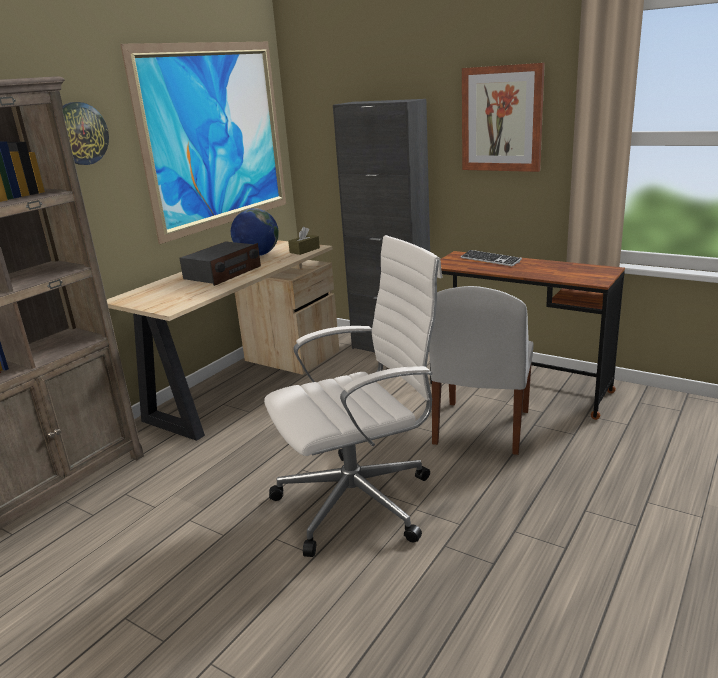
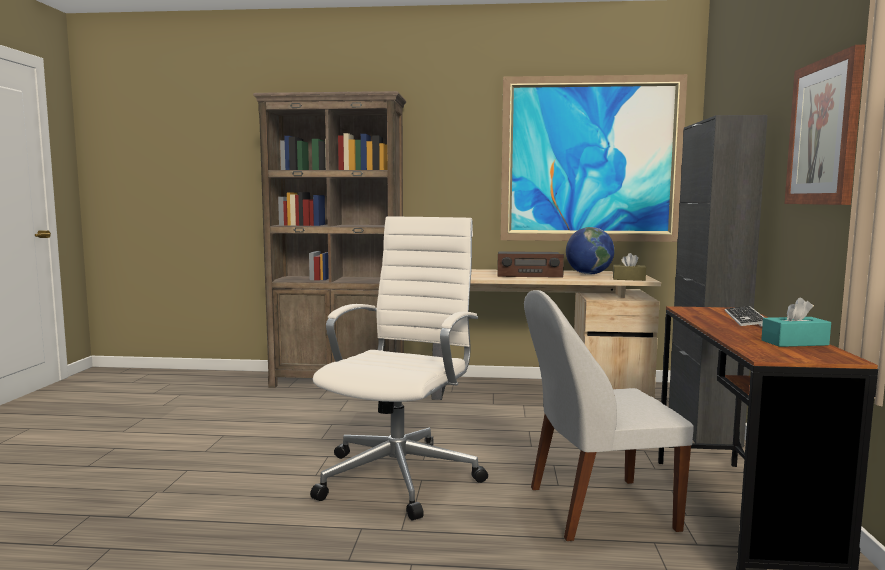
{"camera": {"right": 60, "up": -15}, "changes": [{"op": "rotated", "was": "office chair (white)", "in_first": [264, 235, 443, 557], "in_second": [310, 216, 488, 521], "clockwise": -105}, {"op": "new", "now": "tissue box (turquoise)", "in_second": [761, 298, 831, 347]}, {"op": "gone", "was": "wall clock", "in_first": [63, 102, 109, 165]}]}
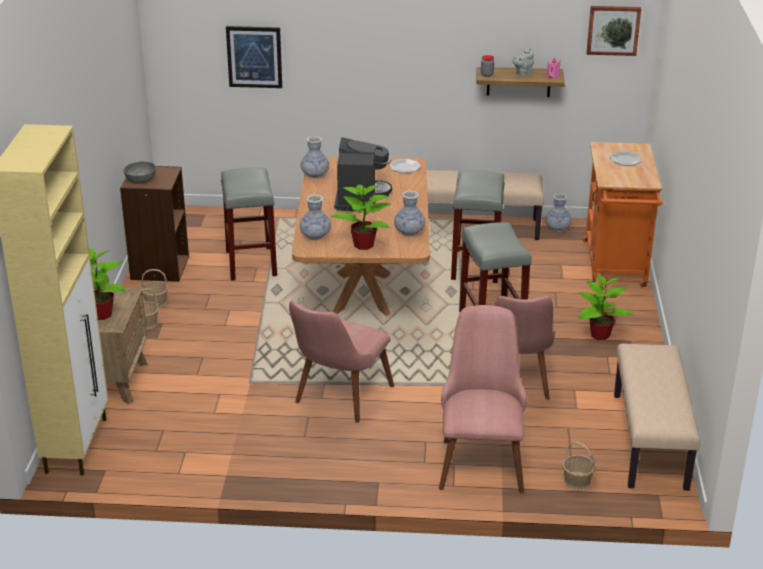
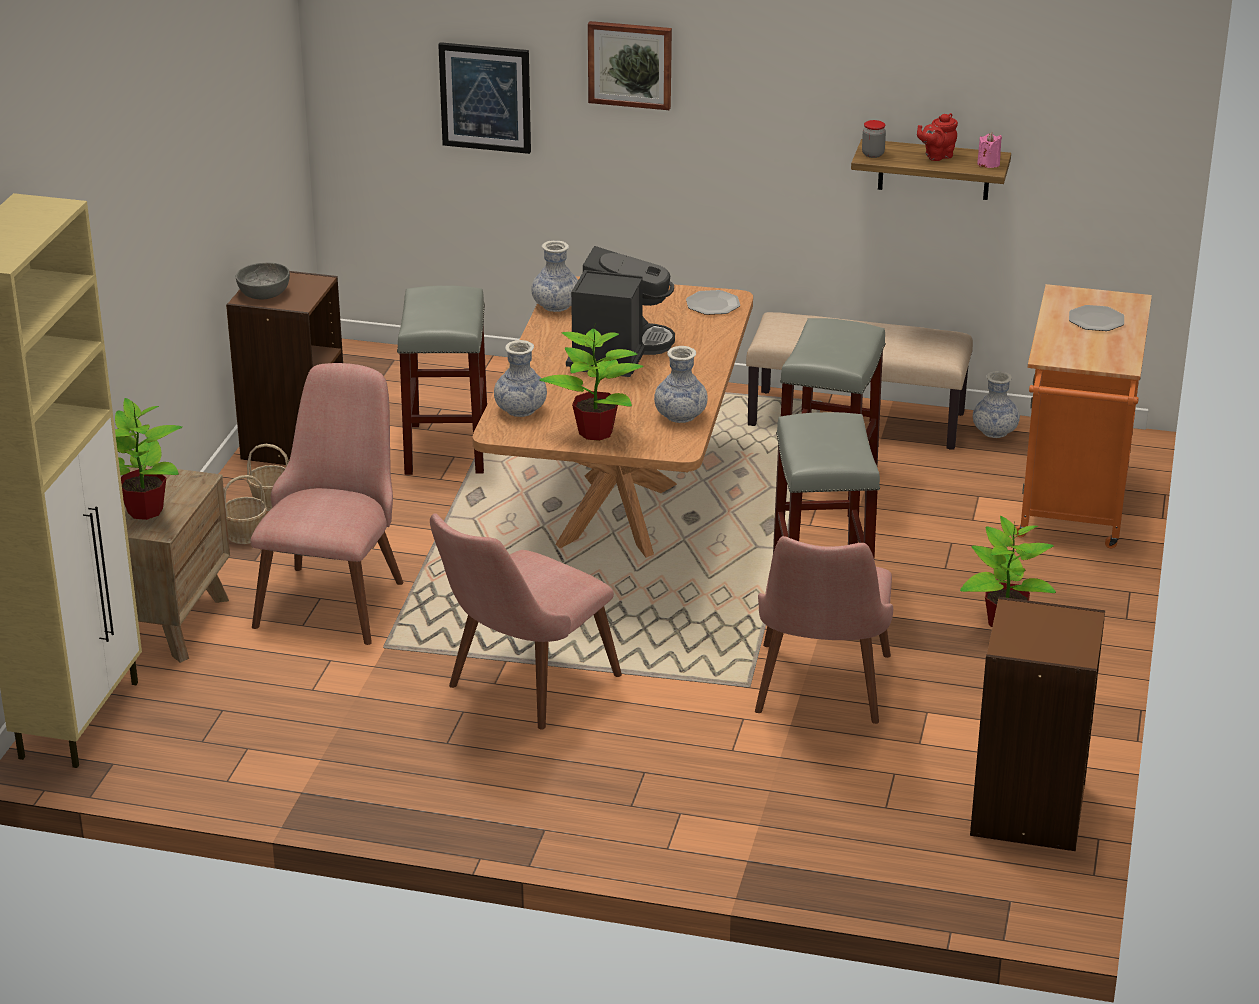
{"camera": {"right": 10, "up": 0}, "changes": [{"op": "shifted", "was": "chair (pink)", "in_first": [439, 305, 527, 494], "in_second": [250, 363, 403, 645]}, {"op": "shifted", "was": "picture", "in_first": [586, 6, 641, 56], "in_second": [588, 21, 672, 110]}, {"op": "repainted", "was": "teapot (grey)", "now": "teapot (red)", "in_first": [513, 49, 534, 76], "in_second": [917, 113, 958, 161]}, {"op": "swapped", "was": "bench (beige)", "now": "bookcase (brown)", "in_first": [614, 343, 700, 491], "in_second": [970, 597, 1105, 851]}, {"op": "gone", "was": "basket", "in_first": [563, 442, 595, 491]}]}
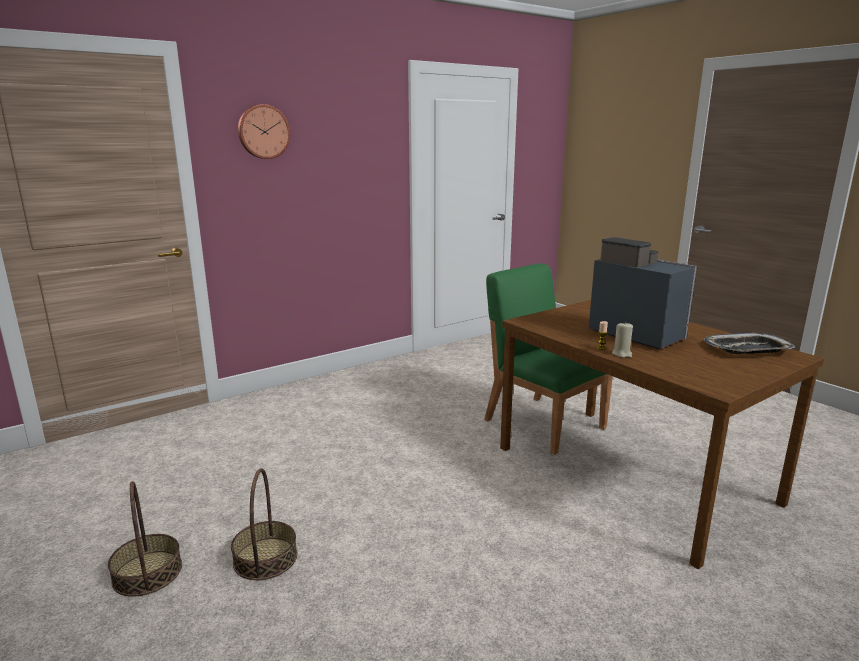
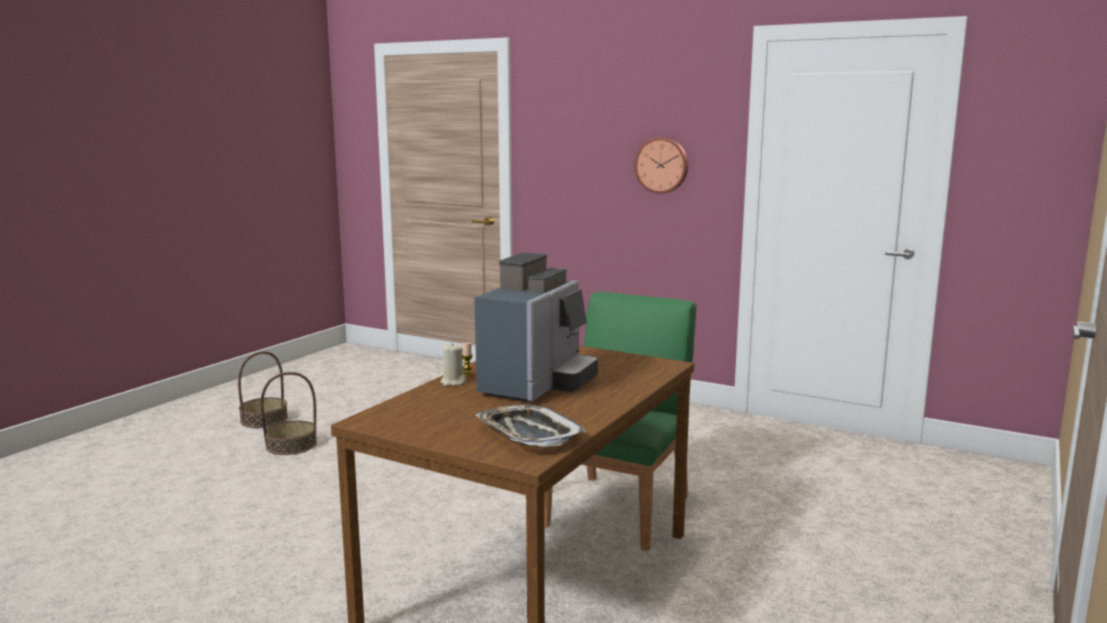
{"camera": {"right": 65, "up": -5}, "changes": [{"op": "shifted", "was": "wall clock", "in_first": [238, 104, 290, 159], "in_second": [634, 137, 688, 194]}]}
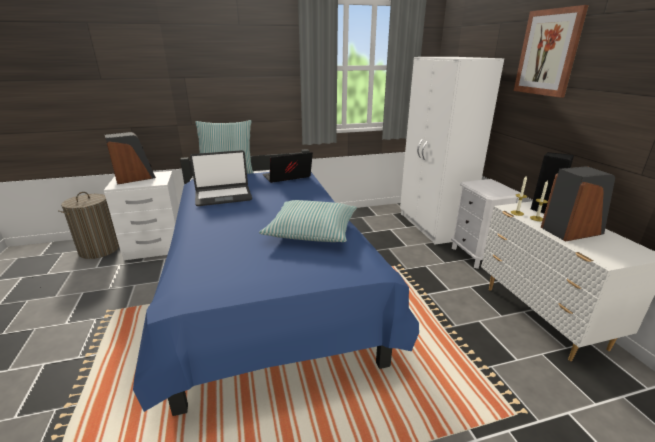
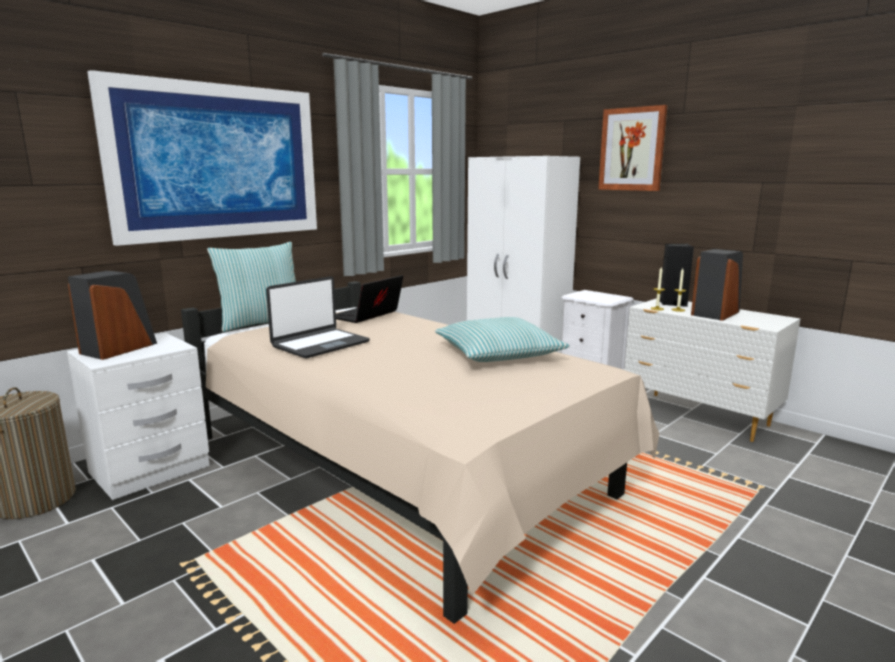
{"camera": {"right": -30, "up": -10}, "changes": [{"op": "new", "now": "picture", "in_second": [87, 70, 317, 246]}, {"op": "repainted", "was": "bed (blue)", "now": "bed (beige)", "in_first": [133, 149, 419, 416], "in_second": [181, 281, 659, 624]}]}
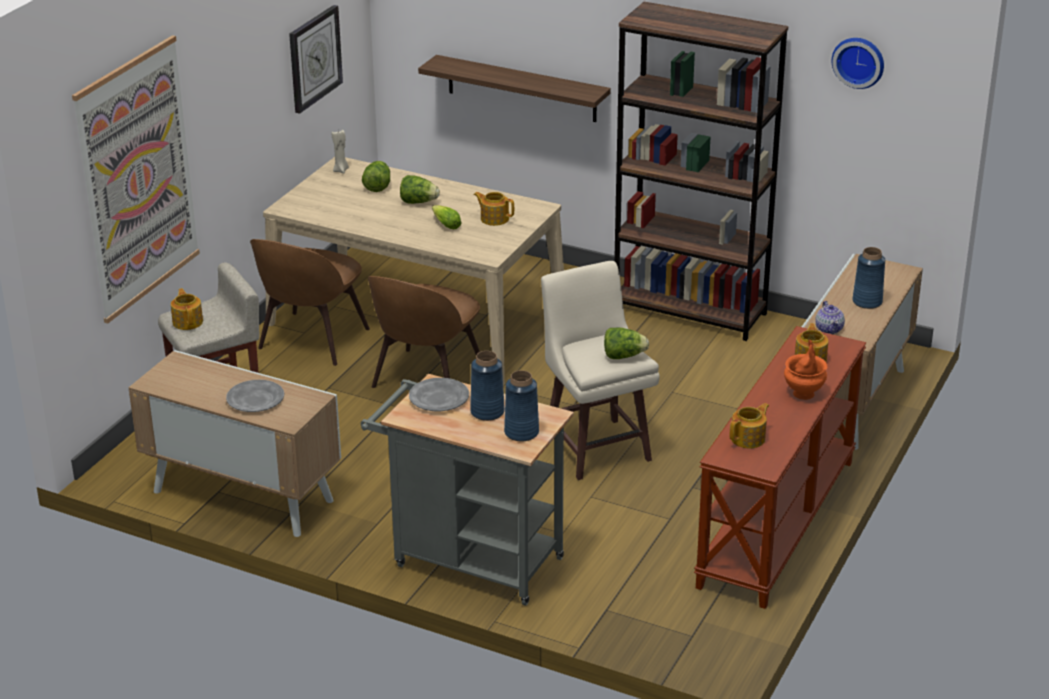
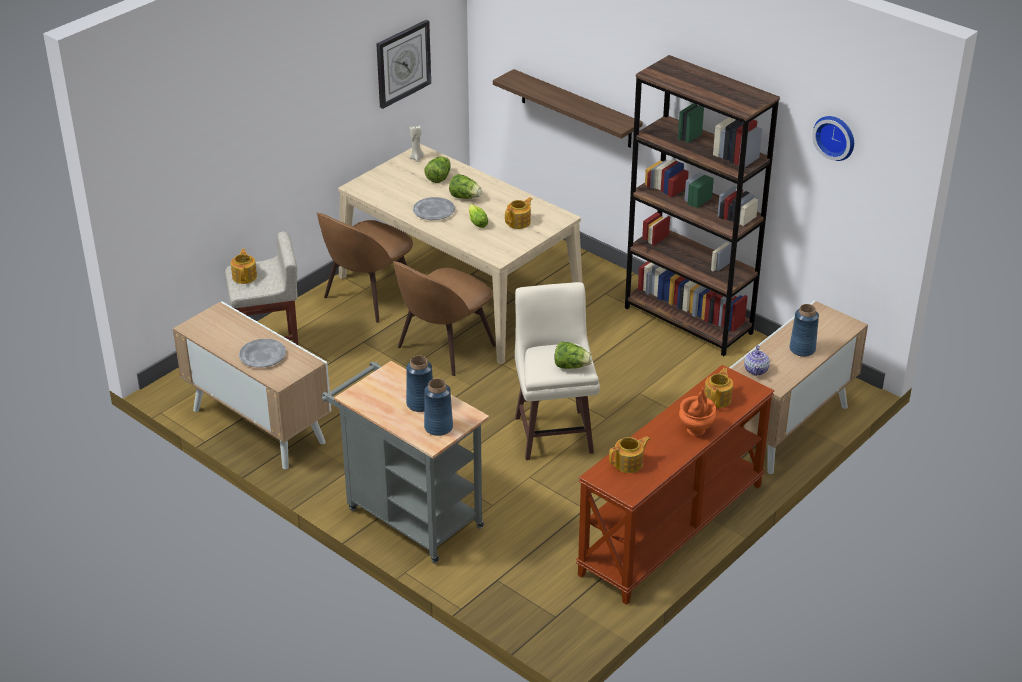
{"camera": {"right": 15, "up": 5}, "changes": [{"op": "shifted", "was": "plate (grey)", "in_first": [409, 378, 469, 411], "in_second": [413, 197, 455, 220]}, {"op": "rotated", "was": "teapot", "in_first": [474, 192, 514, 226], "in_second": [505, 197, 532, 229], "clockwise": 90}, {"op": "gone", "was": "picture", "in_first": [72, 35, 200, 323]}]}
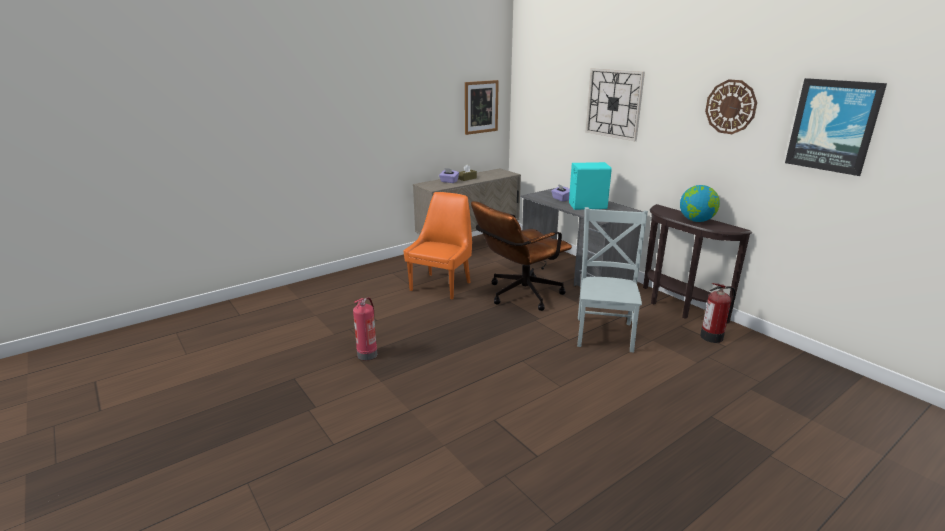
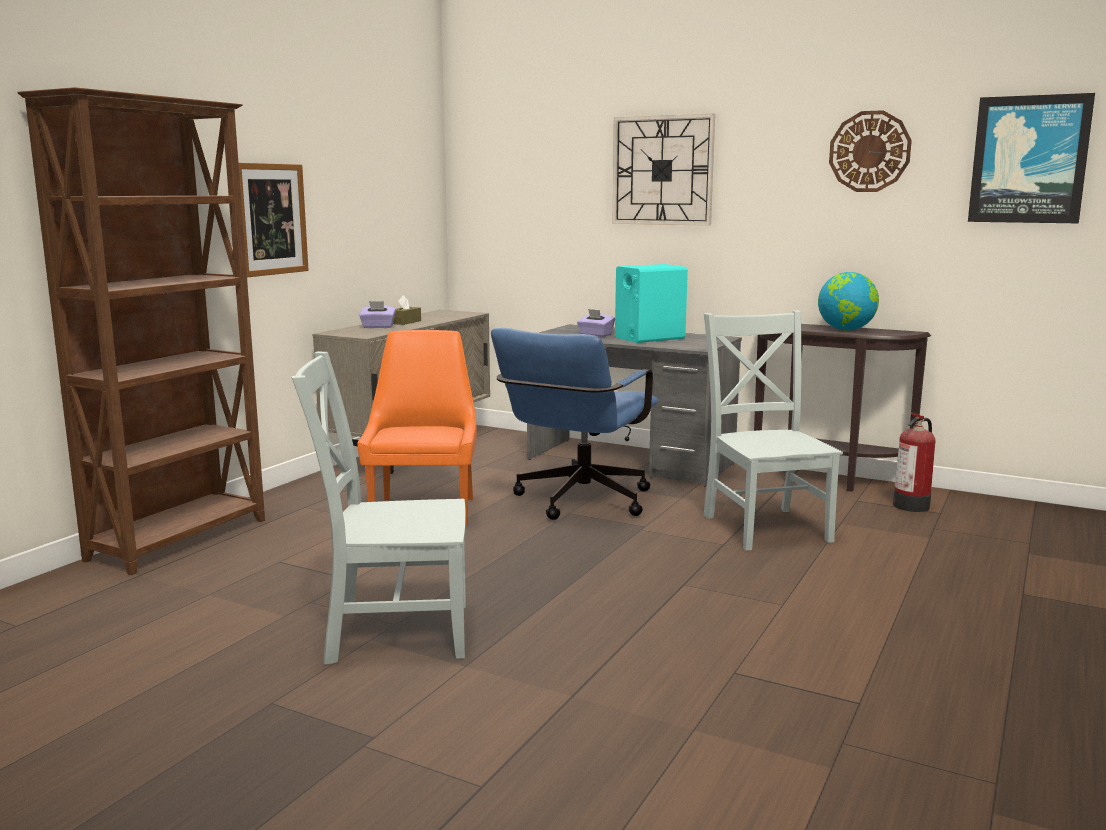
{"camera": {"right": -25, "up": -10}, "changes": [{"op": "new", "now": "bookcase (brown)", "in_second": [17, 87, 265, 575]}, {"op": "shifted", "was": "picture", "in_first": [465, 80, 499, 135], "in_second": [239, 163, 309, 277]}, {"op": "swapped", "was": "fire extinguisher", "now": "chair (grey)", "in_first": [353, 297, 377, 360], "in_second": [291, 351, 466, 665]}, {"op": "repainted", "was": "office chair (brown)", "now": "office chair (blue)", "in_first": [471, 201, 572, 311], "in_second": [491, 328, 658, 520]}]}
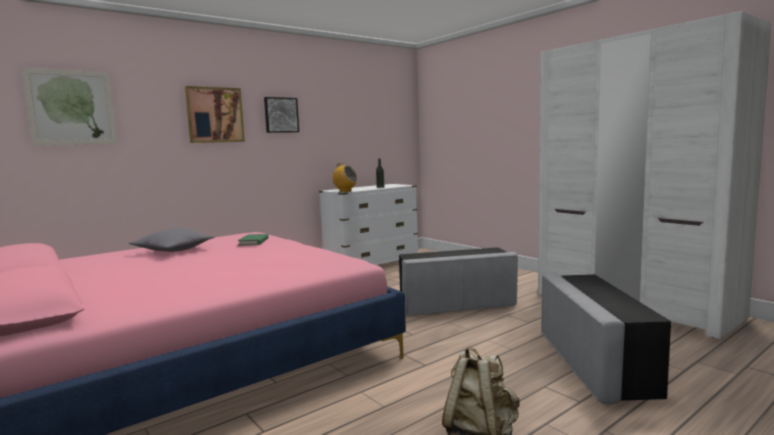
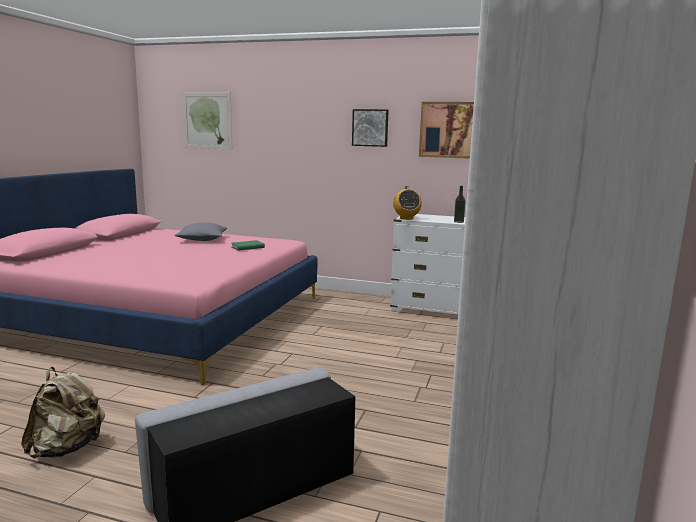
{"camera": {"right": 55, "up": 5}, "changes": [{"op": "shifted", "was": "picture", "in_first": [185, 86, 245, 143], "in_second": [419, 102, 474, 159]}, {"op": "gone", "was": "ottoman (grey)", "in_first": [399, 247, 518, 315]}]}
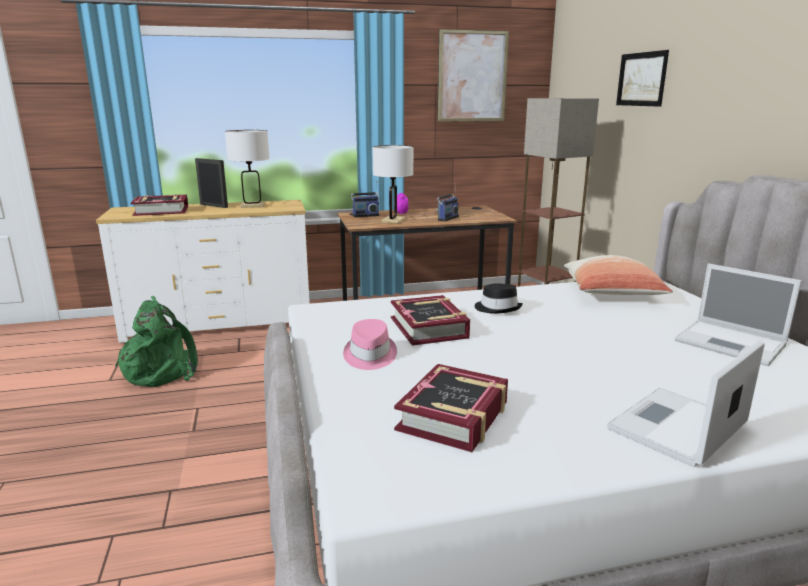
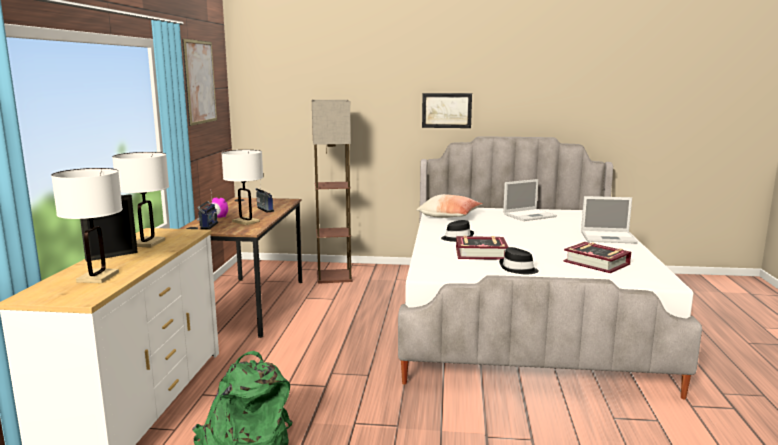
{"camera": {"right": -70, "up": -5}, "changes": [{"op": "swapped", "was": "book", "now": "table lamp (white)", "in_first": [131, 194, 188, 216], "in_second": [51, 168, 123, 283]}, {"op": "shifted", "was": "picture", "in_first": [616, 50, 669, 107], "in_second": [422, 93, 472, 128]}, {"op": "repainted", "was": "hat (pink)", "now": "hat (black)", "in_first": [343, 319, 397, 370], "in_second": [499, 247, 539, 274]}, {"op": "rotated", "was": "laptop", "in_first": [607, 340, 765, 467], "in_second": [581, 196, 638, 244], "clockwise": -60}]}
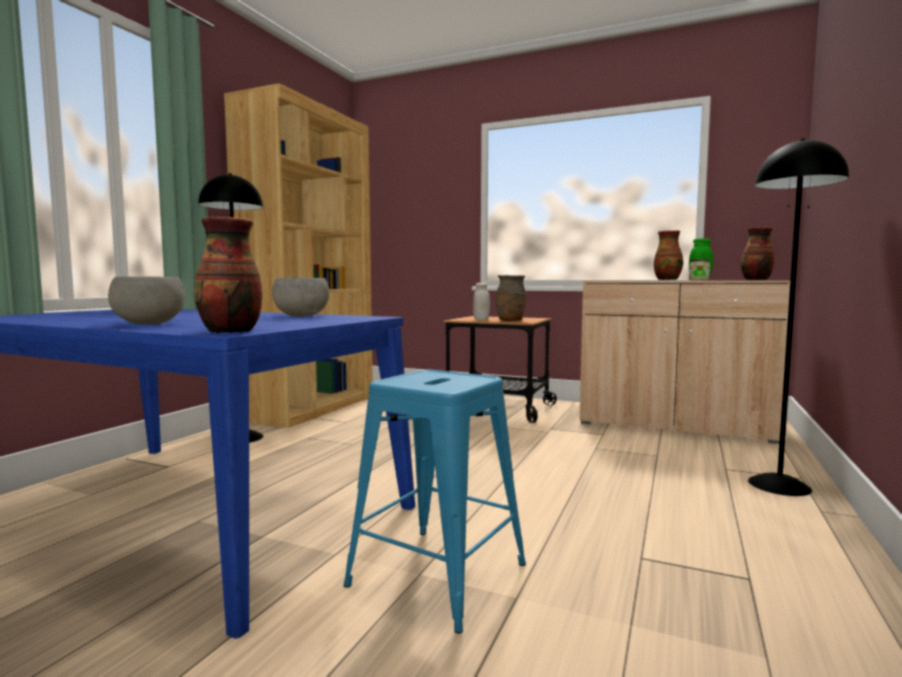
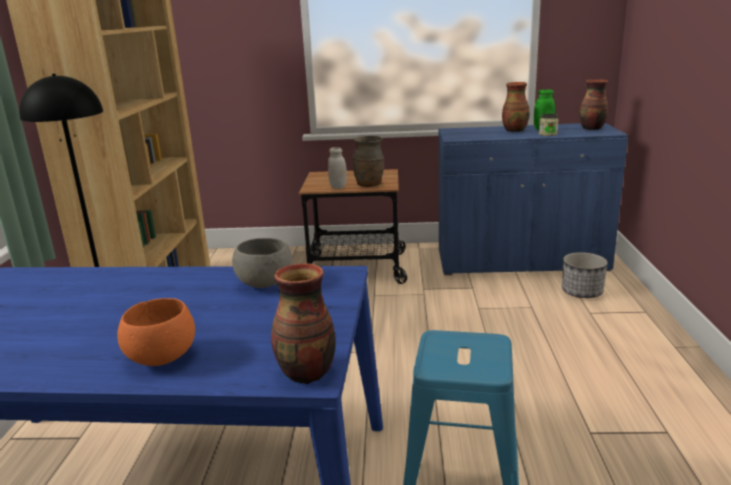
{"camera": {"right": -20, "up": 15}, "changes": [{"op": "repainted", "was": "bowl (grey)", "now": "bowl (orange)", "in_first": [108, 276, 185, 324], "in_second": [117, 298, 195, 366]}, {"op": "repainted", "was": "cabinet (beige)", "now": "cabinet (blue)", "in_first": [579, 280, 790, 444], "in_second": [439, 123, 628, 275]}, {"op": "new", "now": "planter", "in_second": [562, 252, 608, 298]}, {"op": "gone", "was": "floor lamp (black)", "in_first": [748, 139, 849, 496]}]}
